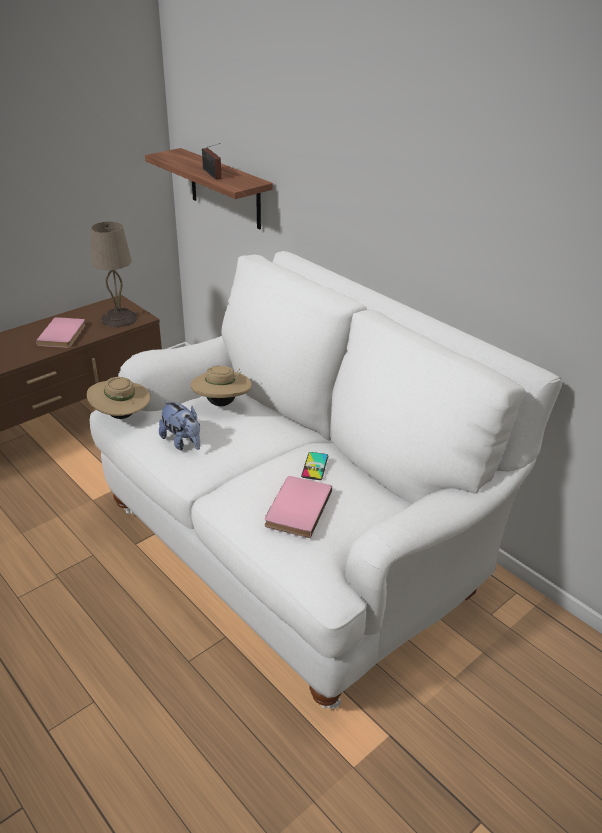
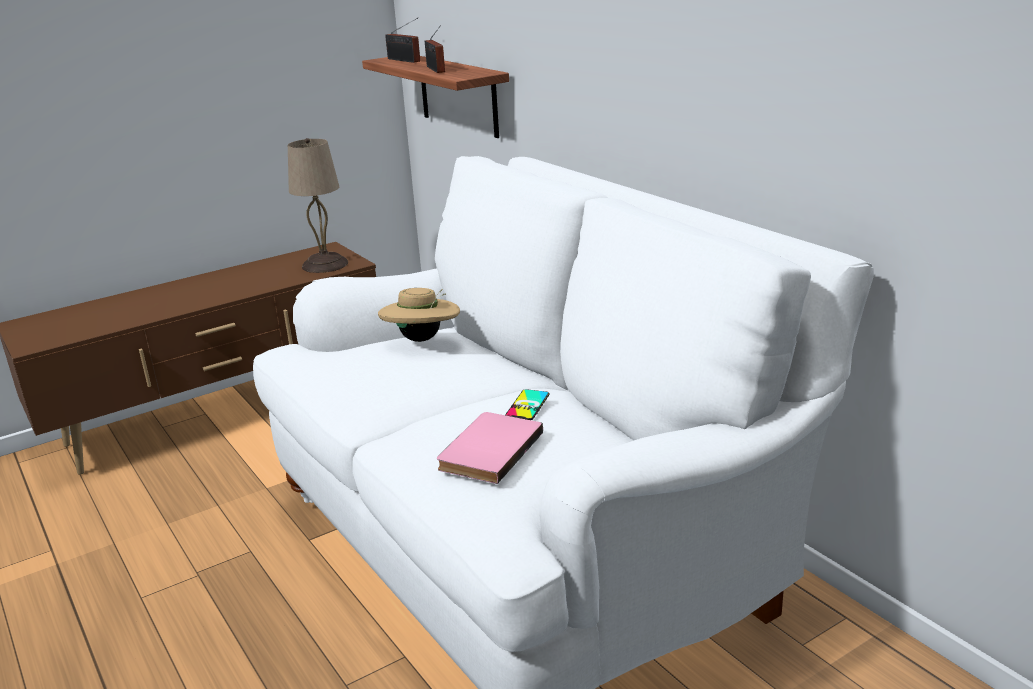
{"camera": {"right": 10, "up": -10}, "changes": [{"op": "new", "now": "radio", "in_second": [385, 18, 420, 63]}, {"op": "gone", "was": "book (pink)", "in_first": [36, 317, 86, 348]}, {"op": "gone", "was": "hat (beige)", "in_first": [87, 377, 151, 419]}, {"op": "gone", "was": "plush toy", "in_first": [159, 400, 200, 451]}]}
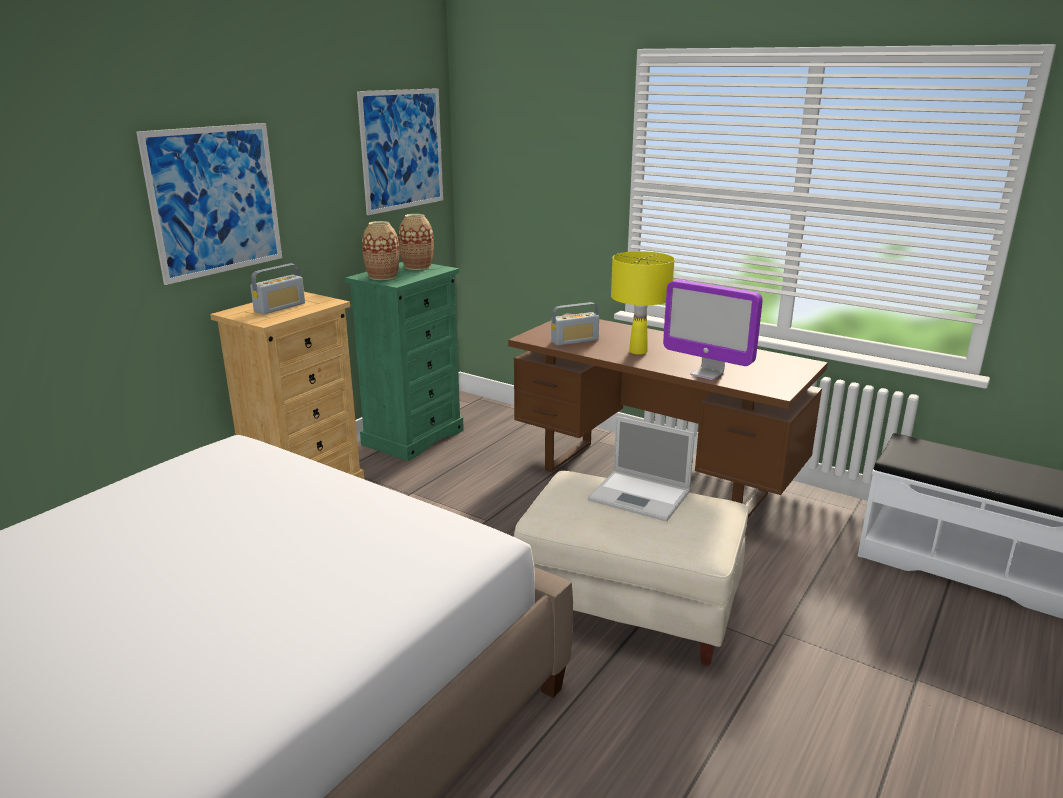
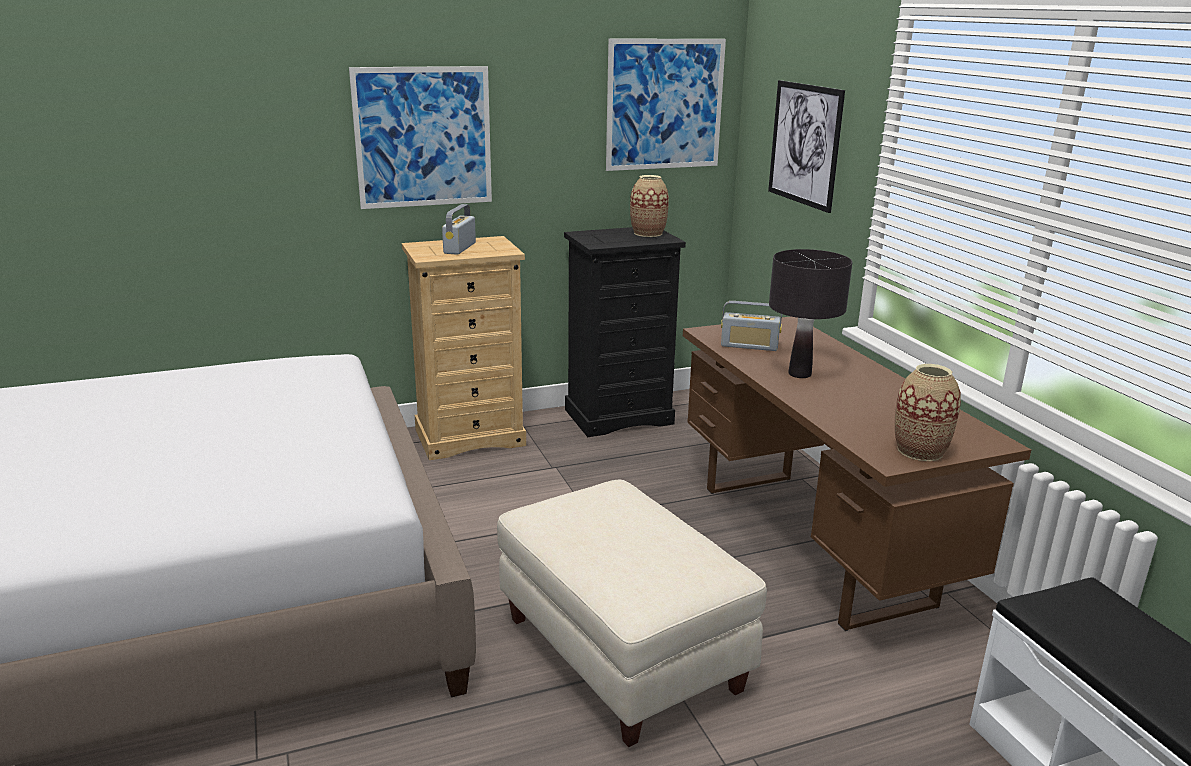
{"camera": {"right": 35, "up": 0}, "changes": [{"op": "rotated", "was": "radio", "in_first": [250, 264, 305, 314], "in_second": [442, 204, 476, 255], "clockwise": 120}, {"op": "repainted", "was": "dresser (green)", "now": "dresser (black)", "in_first": [345, 262, 464, 461], "in_second": [564, 227, 686, 437]}, {"op": "new", "now": "picture", "in_second": [768, 80, 845, 213]}, {"op": "repainted", "was": "table lamp (yellow)", "now": "table lamp (black)", "in_first": [611, 251, 675, 355], "in_second": [769, 249, 852, 378]}, {"op": "shifted", "was": "vase", "in_first": [362, 221, 399, 280], "in_second": [895, 364, 961, 461]}, {"op": "gone", "was": "laptop", "in_first": [588, 416, 695, 522]}, {"op": "gone", "was": "monitor", "in_first": [663, 279, 763, 380]}]}
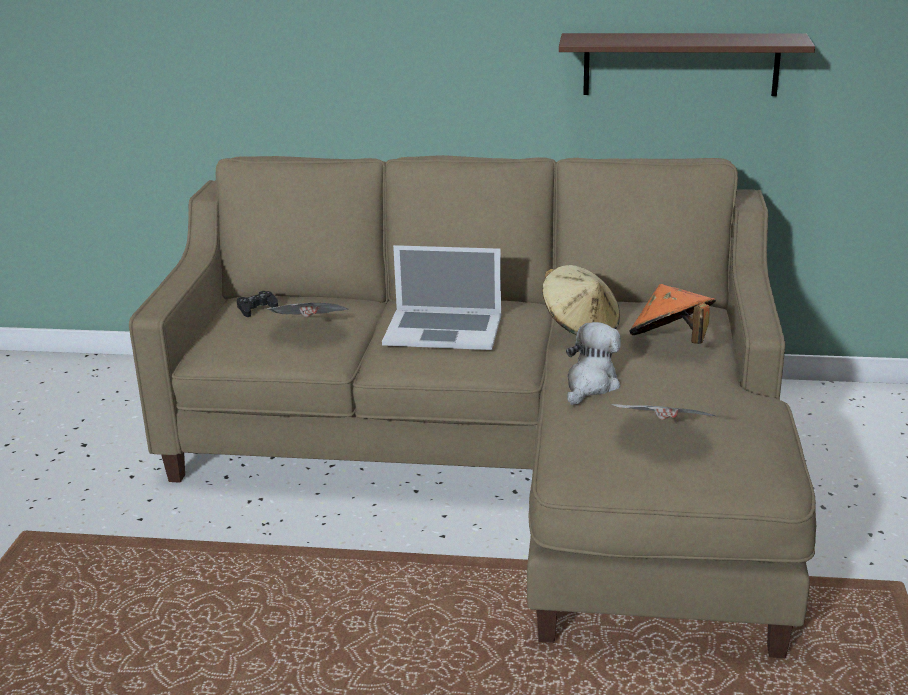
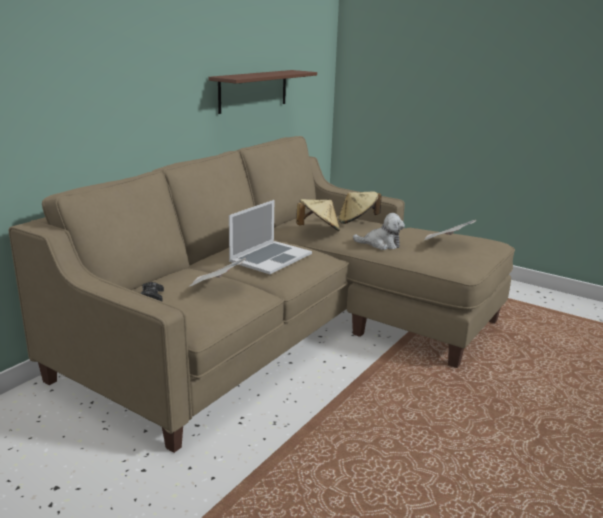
{"camera": {"right": -65, "up": -5}, "changes": [{"op": "repainted", "was": "hat (orange)", "now": "hat (beige)", "in_first": [630, 284, 716, 344], "in_second": [338, 191, 382, 224]}, {"op": "rotated", "was": "plush toy", "in_first": [566, 322, 621, 405], "in_second": [353, 213, 405, 250], "clockwise": 135}]}
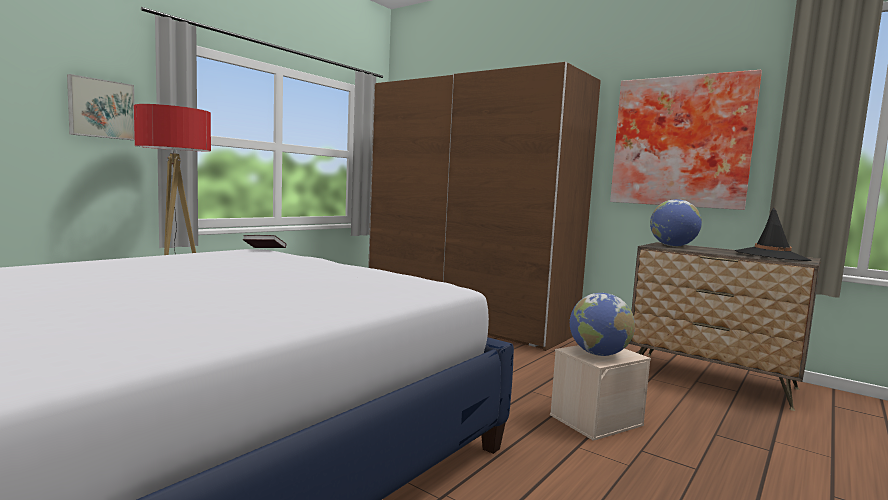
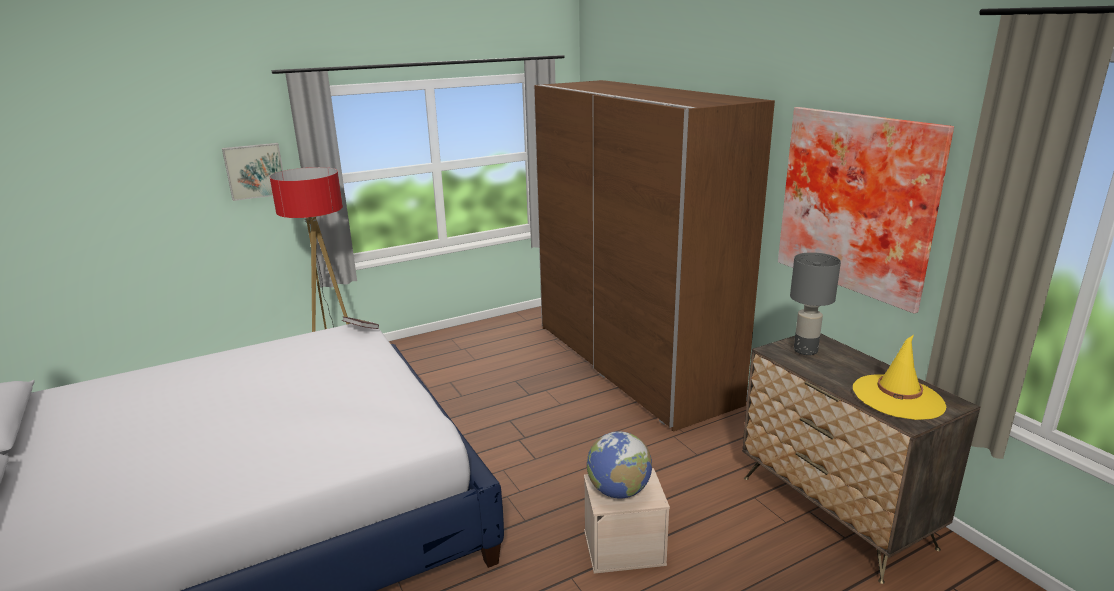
{"camera": {"right": 25, "up": 15}, "changes": [{"op": "swapped", "was": "globe", "now": "table lamp (grey)", "in_first": [650, 199, 702, 247], "in_second": [790, 252, 841, 355]}, {"op": "repainted", "was": "hat (black)", "now": "hat (yellow)", "in_first": [735, 208, 812, 261], "in_second": [853, 335, 946, 420]}]}
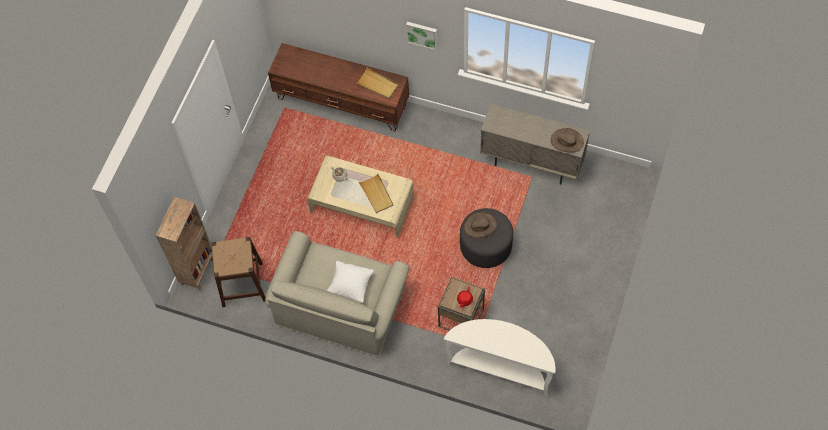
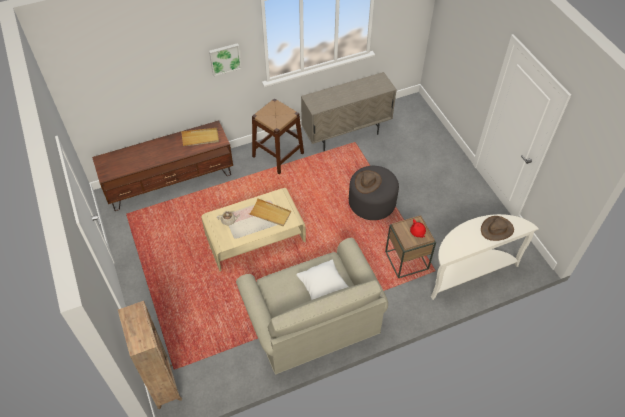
{"camera": {"right": -45, "up": -10}, "changes": [{"op": "shifted", "was": "stool (brown)", "in_first": [212, 237, 265, 307], "in_second": [252, 98, 304, 174]}, {"op": "shifted", "was": "hat (brown)", "in_first": [550, 128, 584, 153], "in_second": [481, 216, 514, 241]}]}
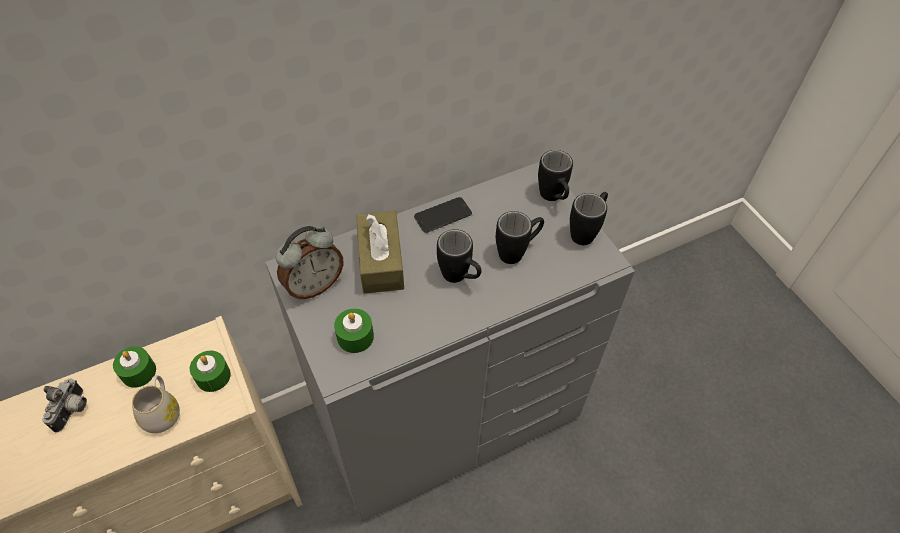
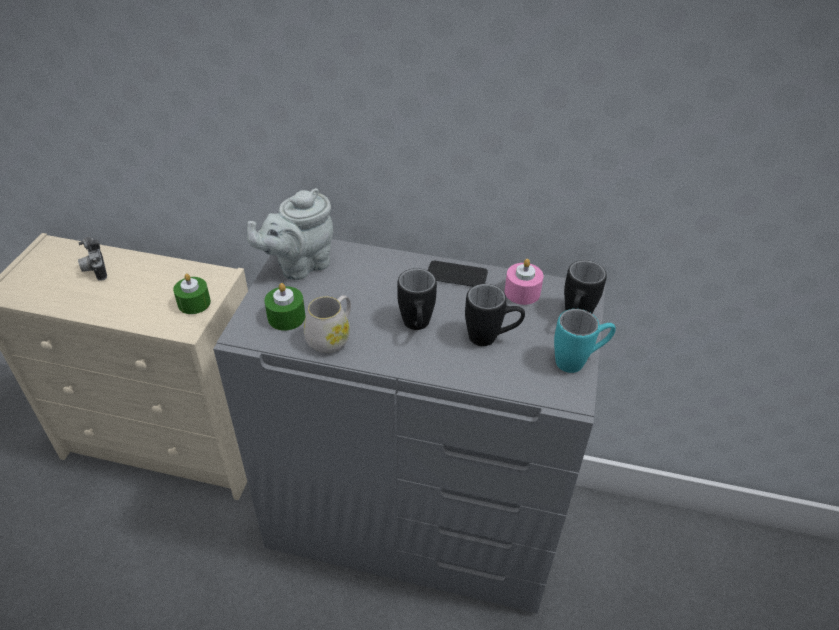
{"camera": {"right": 40, "up": -10}, "changes": [{"op": "rotated", "was": "photo camera", "in_first": [43, 378, 87, 433], "in_second": [78, 237, 107, 281], "clockwise": 105}, {"op": "swapped", "was": "alarm clock", "now": "teapot (grey)", "in_first": [276, 226, 344, 300], "in_second": [247, 188, 333, 280]}, {"op": "shifted", "was": "mug (white)", "in_first": [132, 376, 180, 433], "in_second": [304, 295, 351, 353]}, {"op": "new", "now": "candle (pink)", "in_second": [504, 259, 544, 305]}, {"op": "repainted", "was": "mug (black)", "now": "mug (turquoise)", "in_first": [570, 192, 608, 245], "in_second": [554, 309, 616, 373]}, {"op": "gone", "was": "candle (green)", "in_first": [113, 346, 156, 388]}, {"op": "gone", "was": "tissue box (brown)", "in_first": [356, 211, 404, 294]}]}
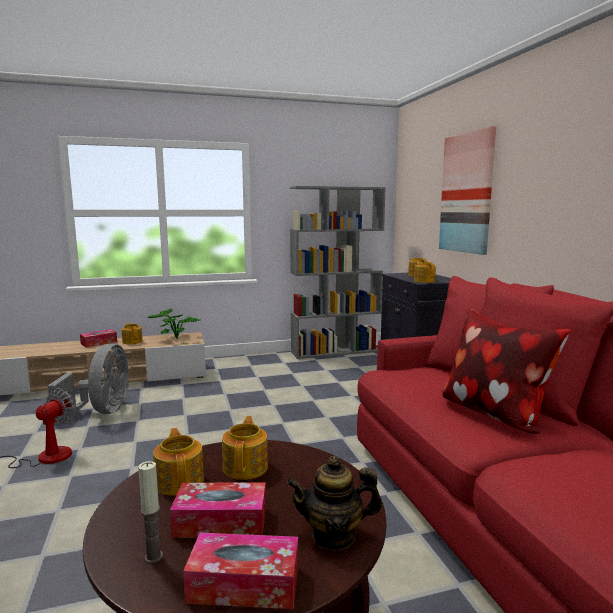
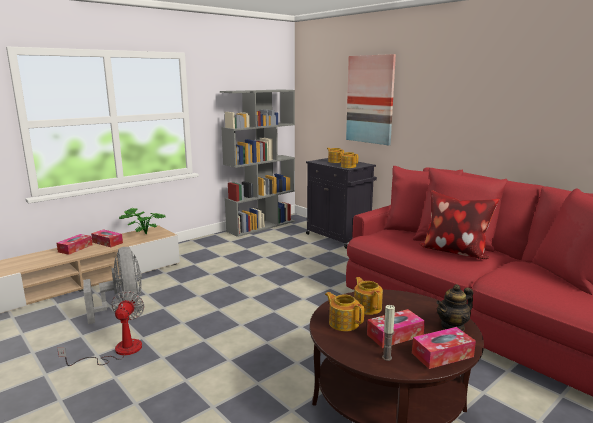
{"camera": {"right": -25, "up": 5}, "changes": [{"op": "swapped", "was": "teapot", "now": "tissue box", "in_first": [122, 323, 143, 344], "in_second": [91, 229, 123, 247]}]}
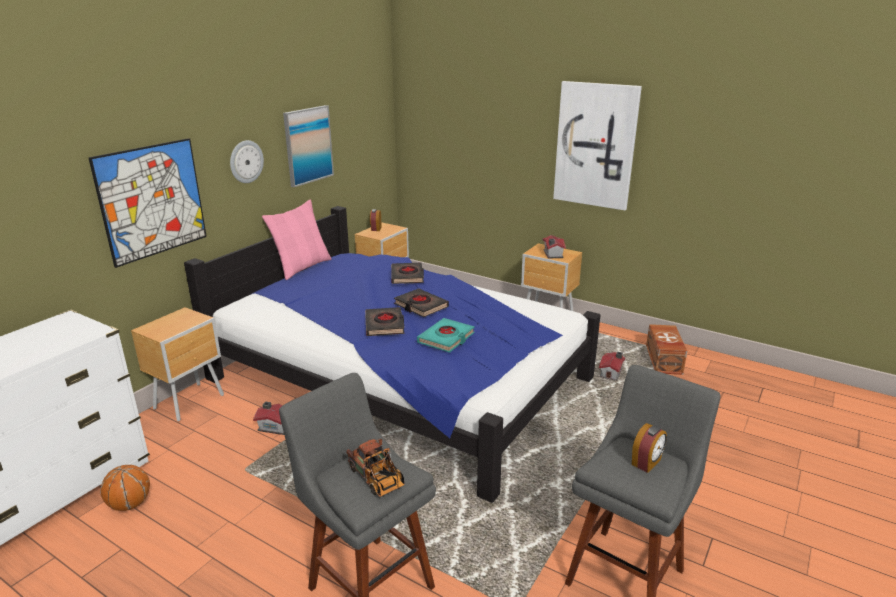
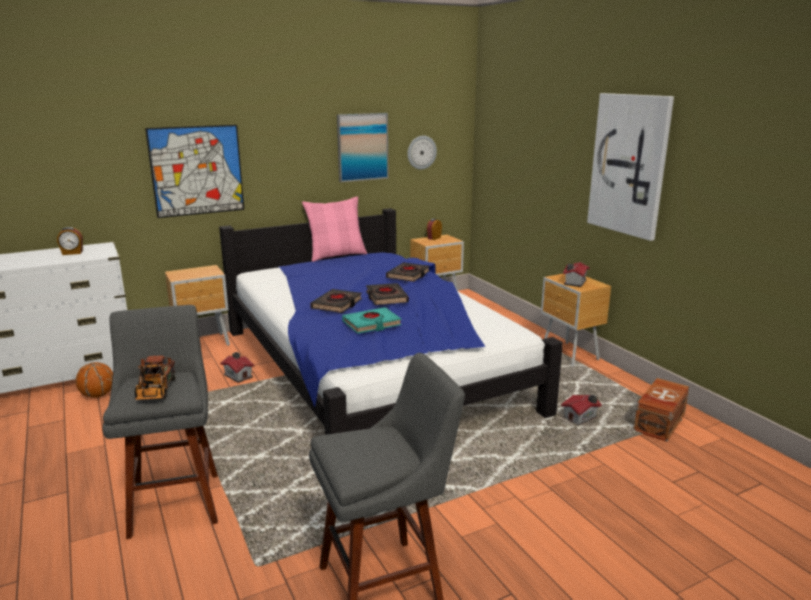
{"camera": {"right": 30, "up": -5}, "changes": [{"op": "shifted", "was": "alarm clock", "in_first": [632, 423, 667, 473], "in_second": [57, 227, 83, 255]}, {"op": "shifted", "was": "wall clock", "in_first": [230, 140, 264, 183], "in_second": [407, 136, 437, 170]}]}
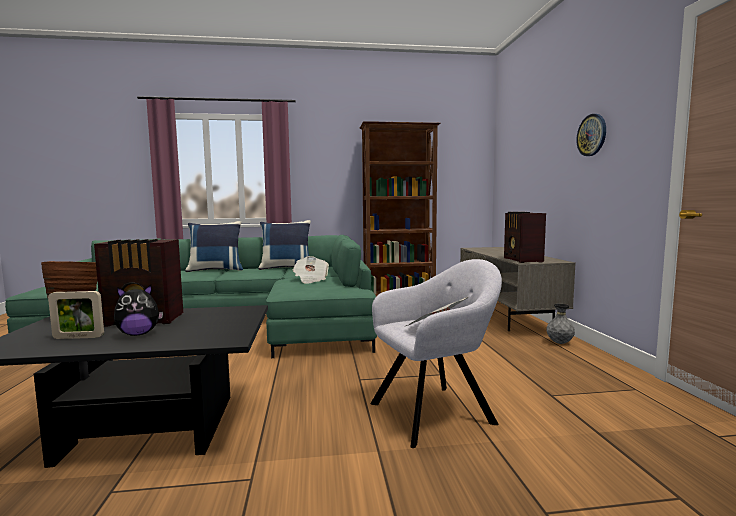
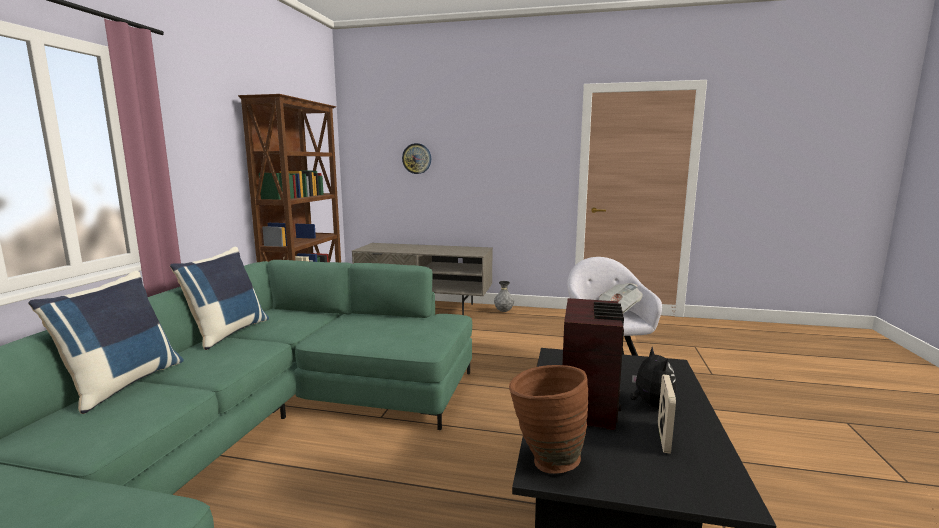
{"camera": {"right": -70, "up": 5}, "changes": [{"op": "shifted", "was": "wall clock", "in_first": [577, 114, 606, 156], "in_second": [402, 143, 431, 174]}, {"op": "gone", "was": "newspaper", "in_first": [292, 256, 329, 284]}, {"op": "gone", "was": "radio", "in_first": [504, 212, 546, 263]}]}
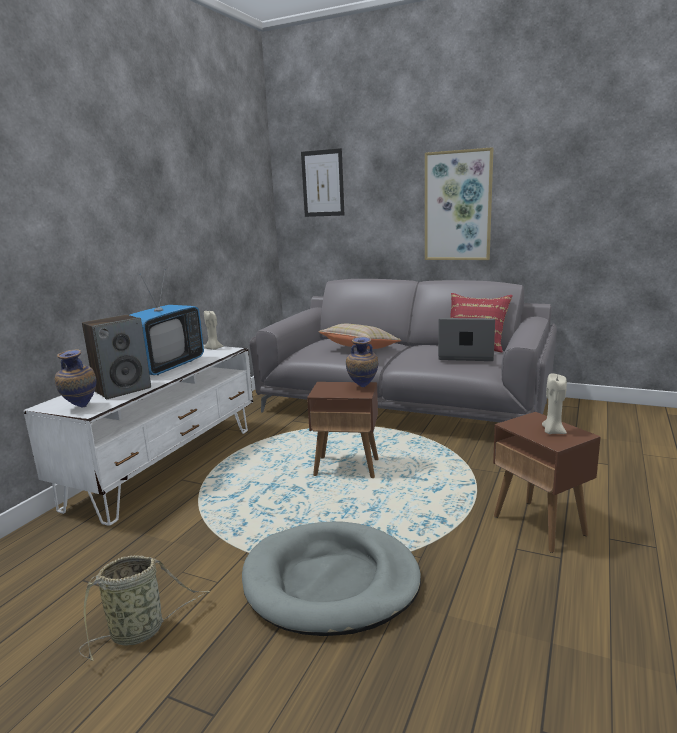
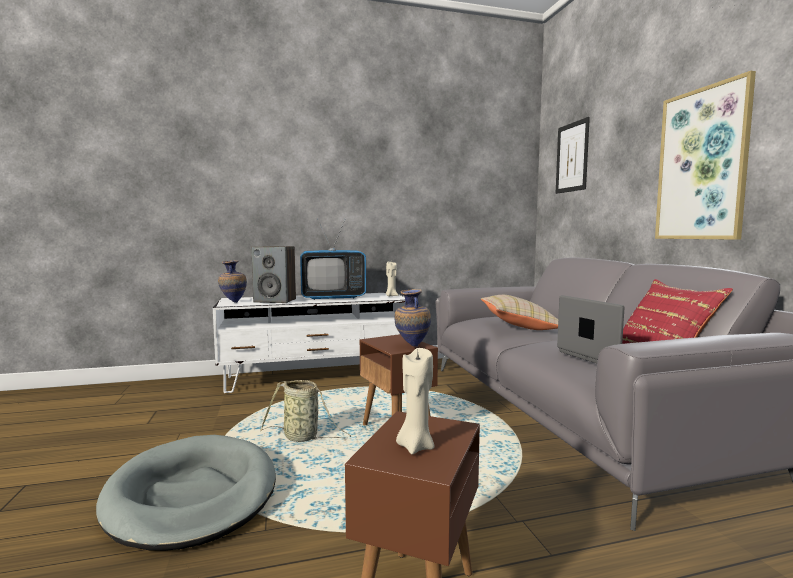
{"camera": {"right": 50, "up": -10}, "changes": [{"op": "shifted", "was": "basket", "in_first": [79, 555, 211, 660], "in_second": [260, 380, 351, 442]}]}
